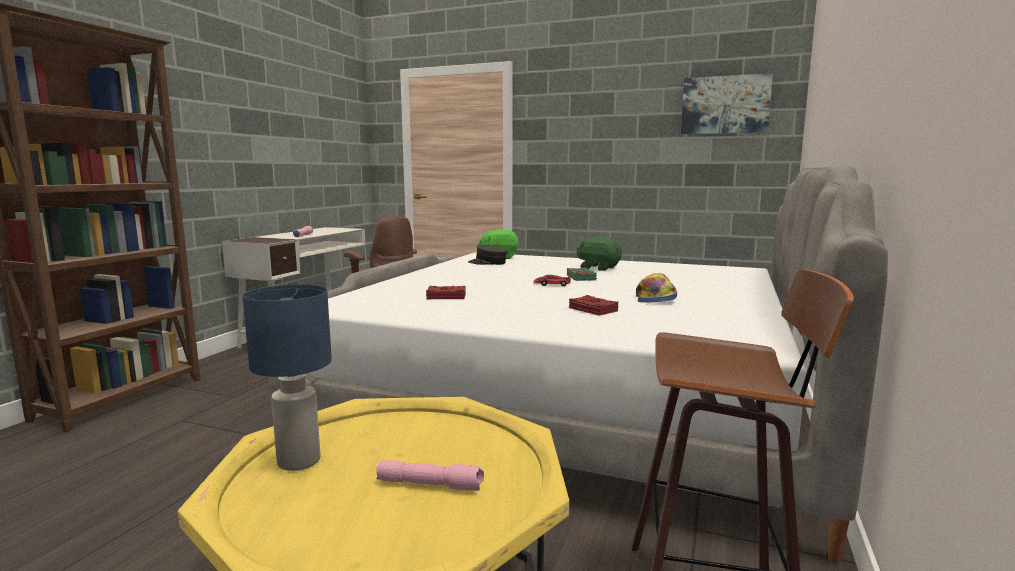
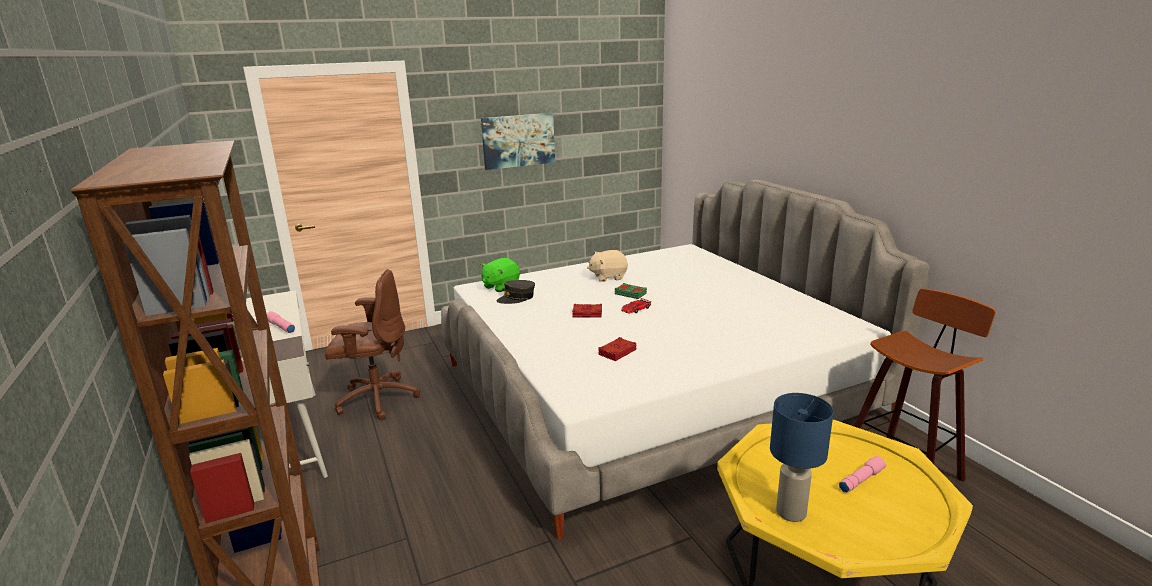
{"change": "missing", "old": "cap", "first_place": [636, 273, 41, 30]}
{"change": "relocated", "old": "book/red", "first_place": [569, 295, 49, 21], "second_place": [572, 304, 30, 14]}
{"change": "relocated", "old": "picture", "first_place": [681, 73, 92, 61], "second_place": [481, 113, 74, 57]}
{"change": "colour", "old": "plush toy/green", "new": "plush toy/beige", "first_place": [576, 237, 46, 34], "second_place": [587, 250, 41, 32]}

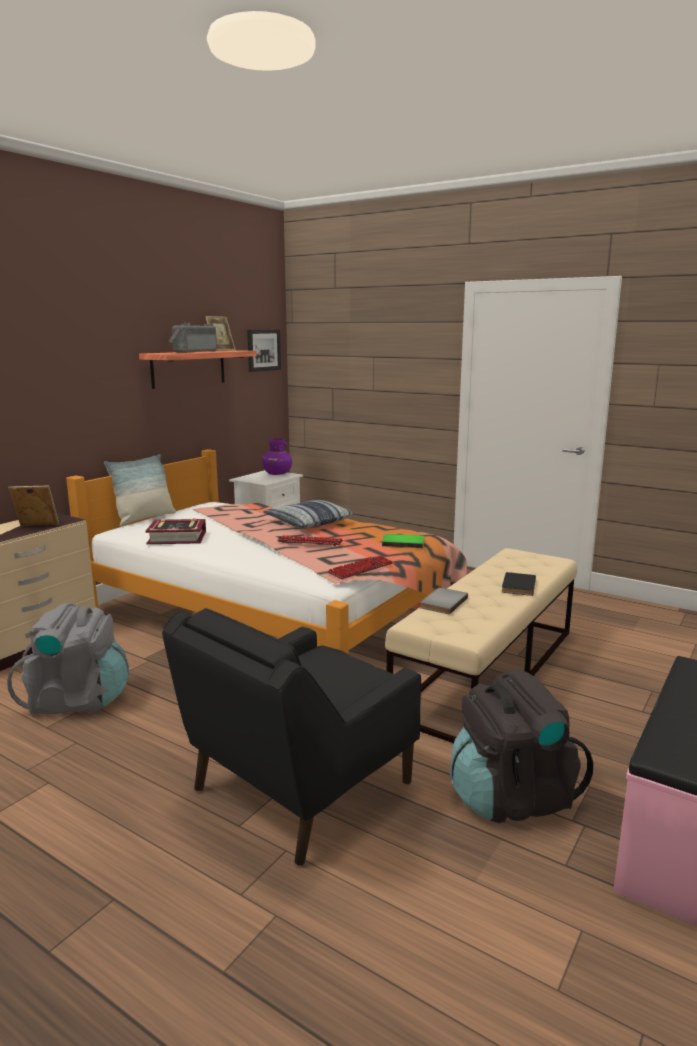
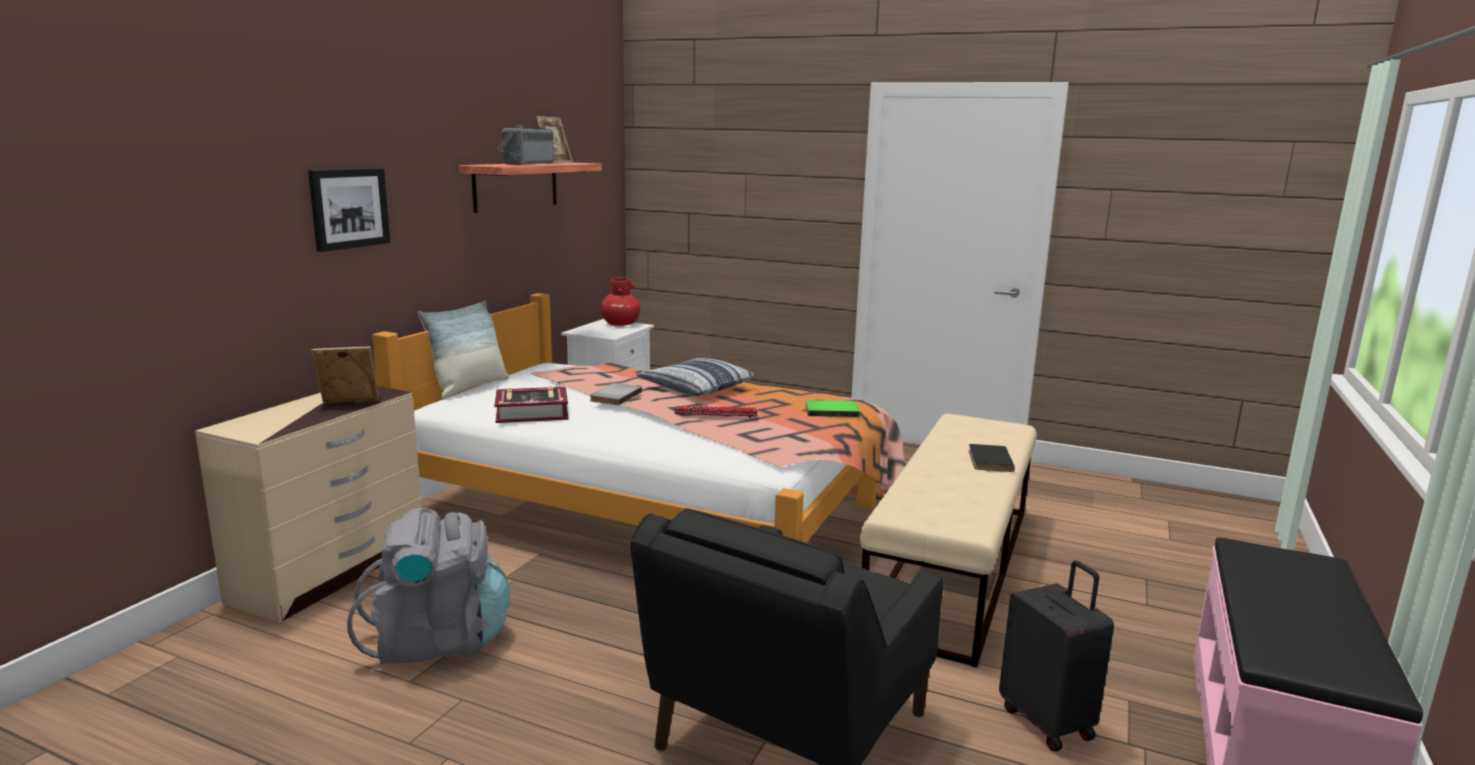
{"change": "missing", "old": "keyboard", "first_place": [328, 556, 65, 23]}
{"change": "relocated", "old": "picture", "first_place": [247, 329, 34, 43], "second_place": [308, 168, 83, 84]}
{"change": "relocated", "old": "book/grey", "first_place": [420, 588, 48, 27], "second_place": [590, 383, 52, 22]}
{"change": "exchanged", "old": "backpack/black", "new": "suitcase/black", "first_place": [450, 670, 143, 153], "second_place": [999, 560, 115, 192]}
{"change": "colour", "old": "vase/purple", "new": "vase/red", "first_place": [262, 438, 30, 37], "second_place": [601, 277, 39, 49]}

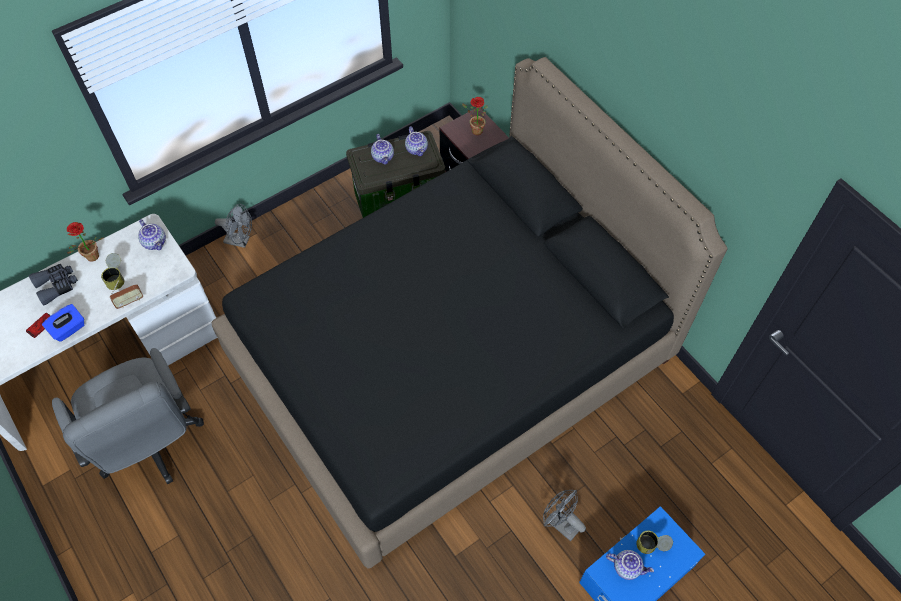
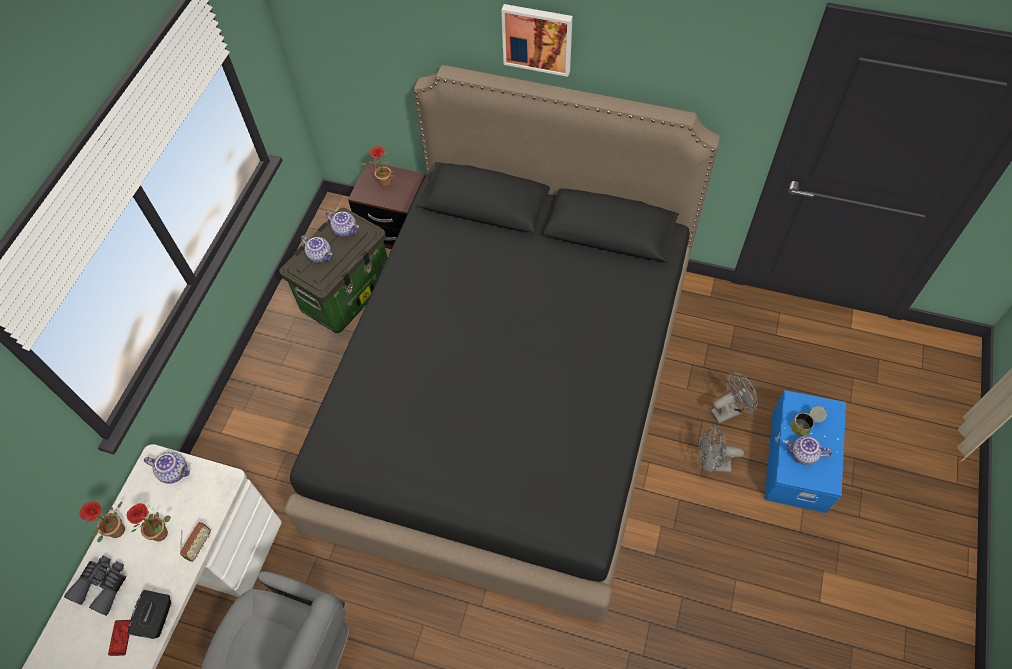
{"change": "appeared", "new": "picture", "second_place": [501, 4, 72, 73]}
{"change": "relocated", "old": "fan/grey", "first_place": [215, 204, 37, 44], "second_place": [710, 371, 48, 53]}
{"change": "exchanged", "old": "can", "new": "potted plant", "first_place": [101, 253, 23, 37], "second_place": [127, 503, 44, 38]}
{"change": "colour", "old": "tissue box/blue", "new": "tissue box/black", "first_place": [42, 304, 42, 38], "second_place": [128, 590, 43, 49]}
{"change": "spun", "old": "teapot", "first_place": [606, 550, 48, 30], "second_place": [785, 436, 47, 29], "degrees": -150}

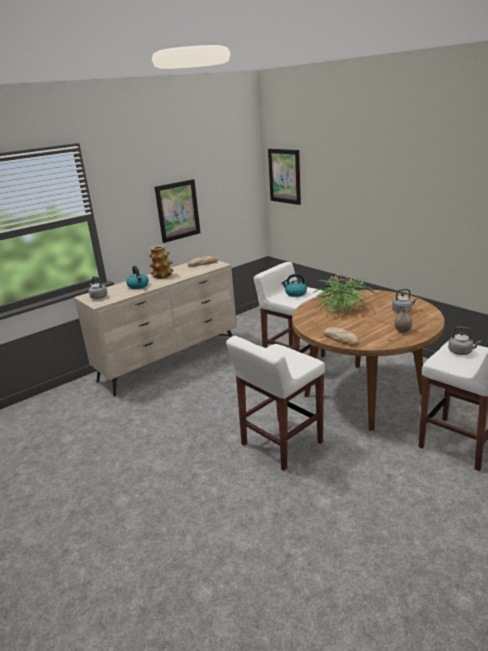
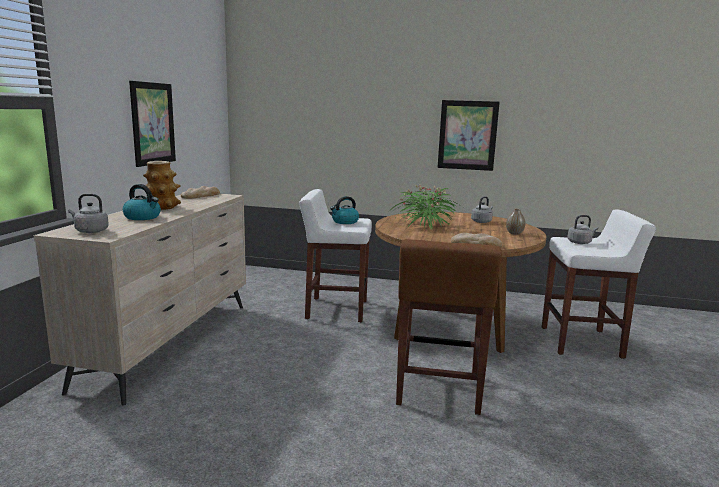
{"change": "relocated", "old": "picture", "first_place": [268, 149, 33, 56], "second_place": [438, 100, 62, 71]}
{"change": "colour", "old": "stool/white", "new": "stool/brown", "first_place": [226, 336, 99, 134], "second_place": [396, 239, 106, 176]}

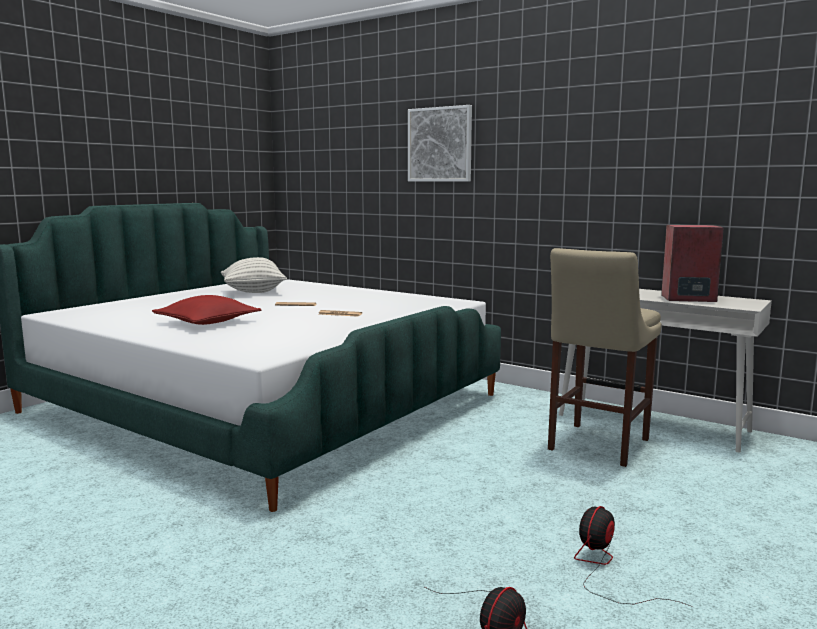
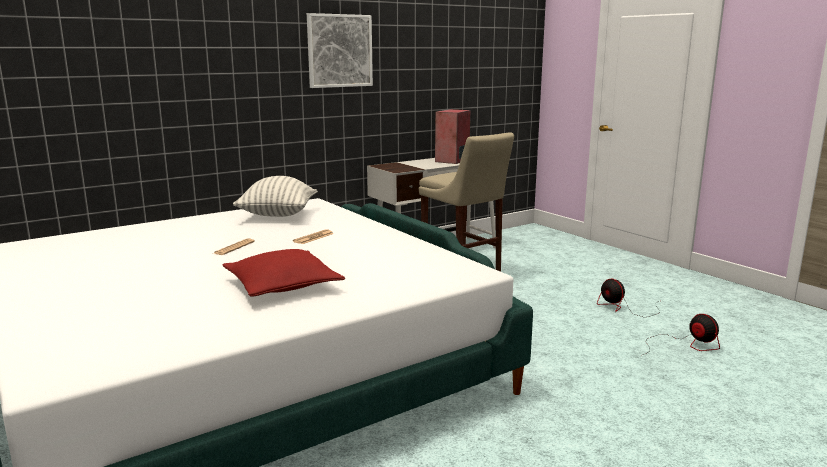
{"change": "relocated", "old": "pillow", "first_place": [221, 257, 66, 36], "second_place": [233, 176, 85, 41]}
{"change": "relocated", "old": "picture", "first_place": [408, 105, 64, 76], "second_place": [307, 13, 66, 75]}

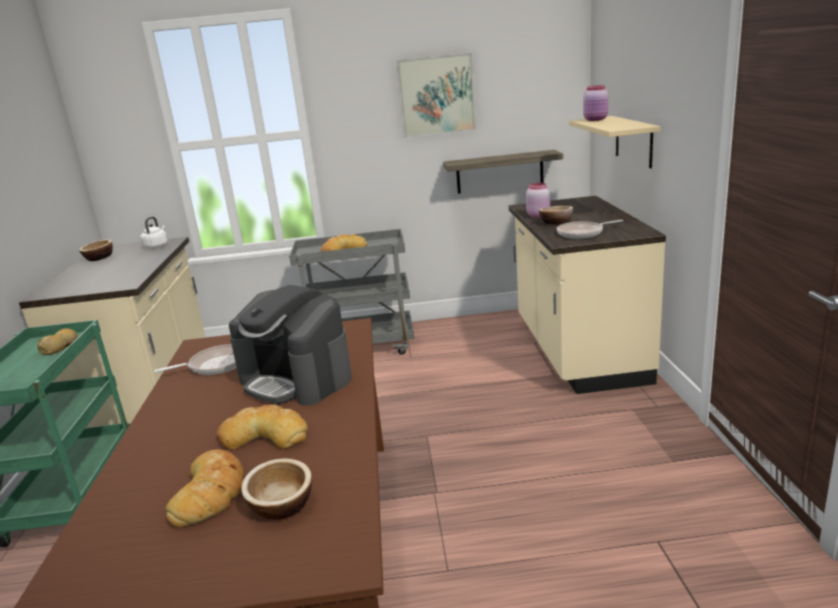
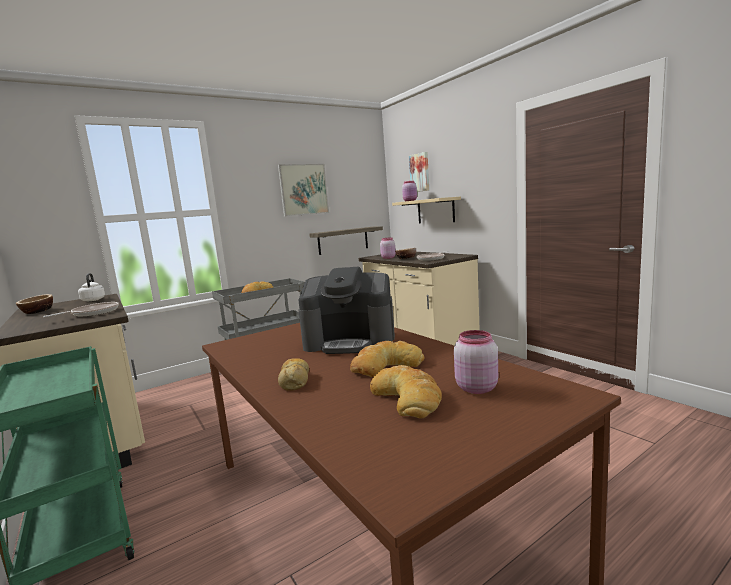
{"change": "appeared", "new": "picture", "second_place": [409, 152, 20, 40]}
{"change": "relocated", "old": "bread", "first_place": [37, 328, 41, 27], "second_place": [278, 358, 31, 33]}
{"change": "relocated", "old": "frying pan", "first_place": [154, 344, 83, 31], "second_place": [43, 302, 76, 15]}
{"change": "exchanged", "old": "bowl", "new": "jar/pink", "first_place": [241, 458, 71, 62], "second_place": [454, 330, 44, 64]}

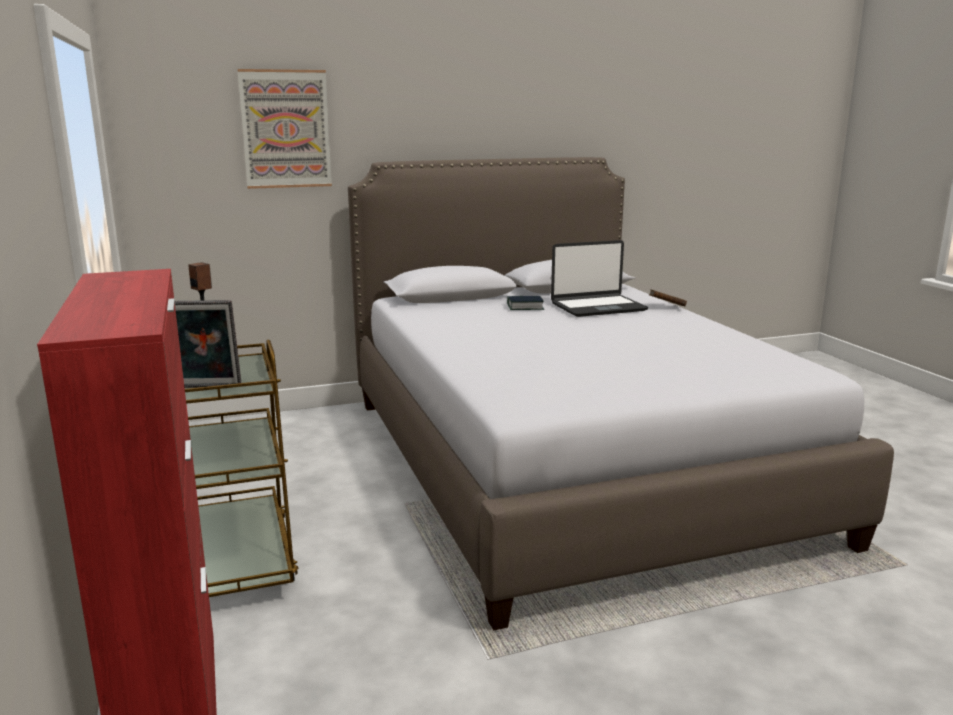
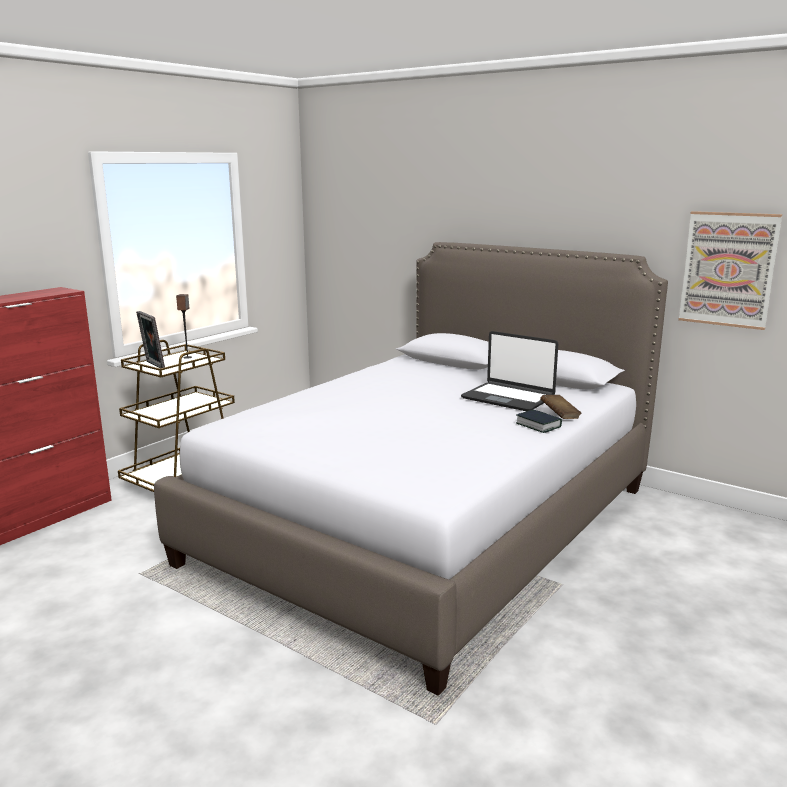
{"change": "relocated", "old": "picture", "first_place": [237, 69, 95, 120], "second_place": [678, 211, 104, 119]}
{"change": "relocated", "old": "book", "first_place": [507, 296, 37, 14], "second_place": [516, 409, 46, 24]}

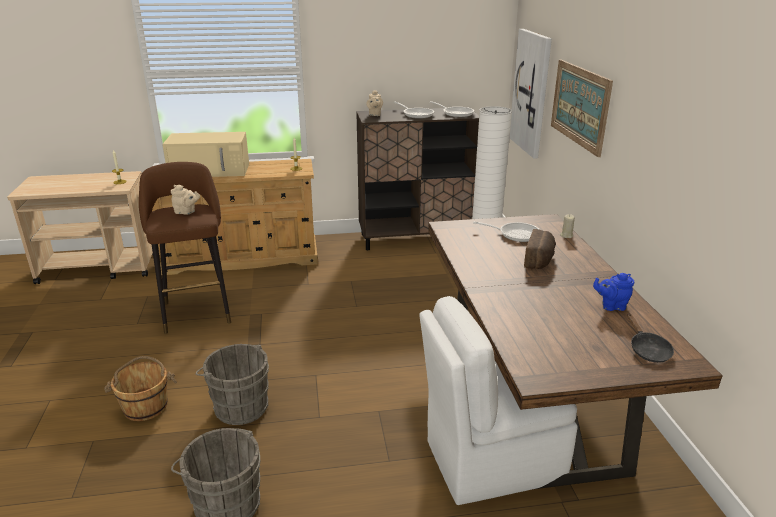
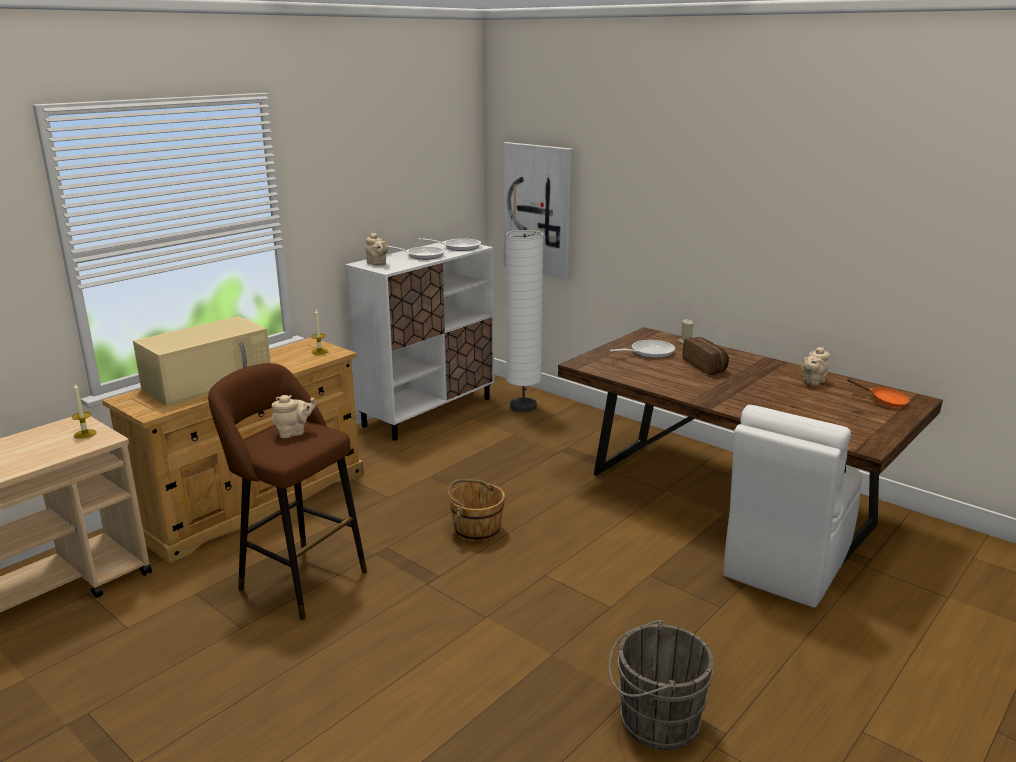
{"change": "missing", "old": "bucket/grey", "first_place": [196, 344, 73, 81]}
{"change": "missing", "old": "picture", "first_place": [551, 60, 62, 97]}
{"change": "relocated", "old": "bucket/brown", "first_place": [104, 356, 73, 65], "second_place": [447, 479, 58, 63]}
{"change": "colour", "old": "cabinet/brown", "new": "cabinet/white", "first_place": [356, 107, 123, 143], "second_place": [345, 239, 149, 202]}
{"change": "colour", "old": "teapot/blue", "new": "teapot/beige", "first_place": [593, 273, 41, 38], "second_place": [801, 347, 29, 38]}
{"change": "colour", "old": "frying pan/black", "new": "frying pan/orange", "first_place": [627, 313, 47, 50], "second_place": [847, 378, 63, 29]}

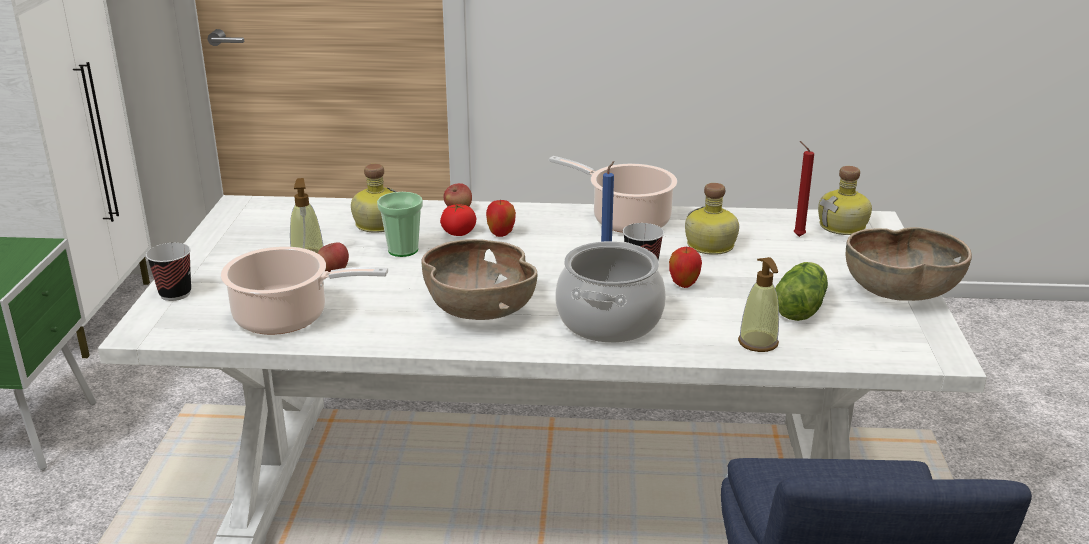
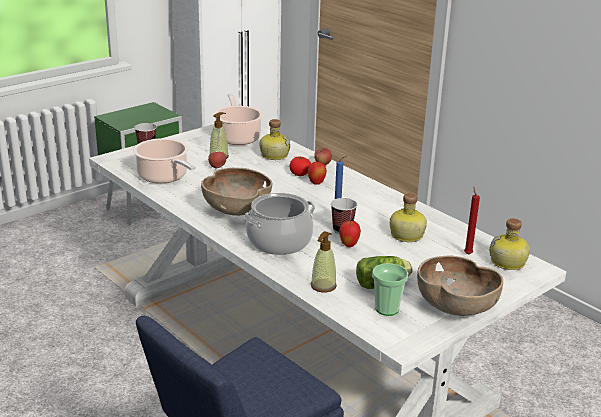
{"change": "relocated", "old": "cup", "first_place": [377, 192, 46, 65], "second_place": [372, 263, 36, 53]}
{"change": "relocated", "old": "cooking pot", "first_place": [549, 156, 128, 77], "second_place": [214, 93, 49, 52]}

